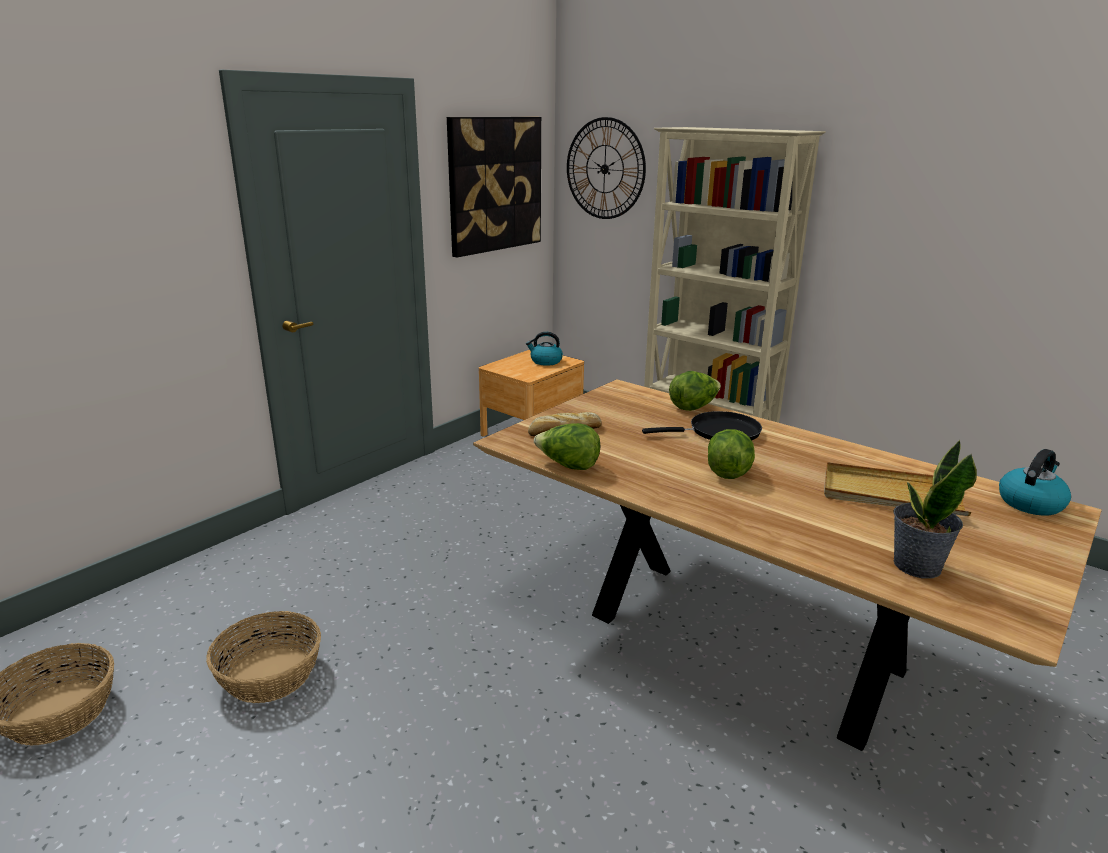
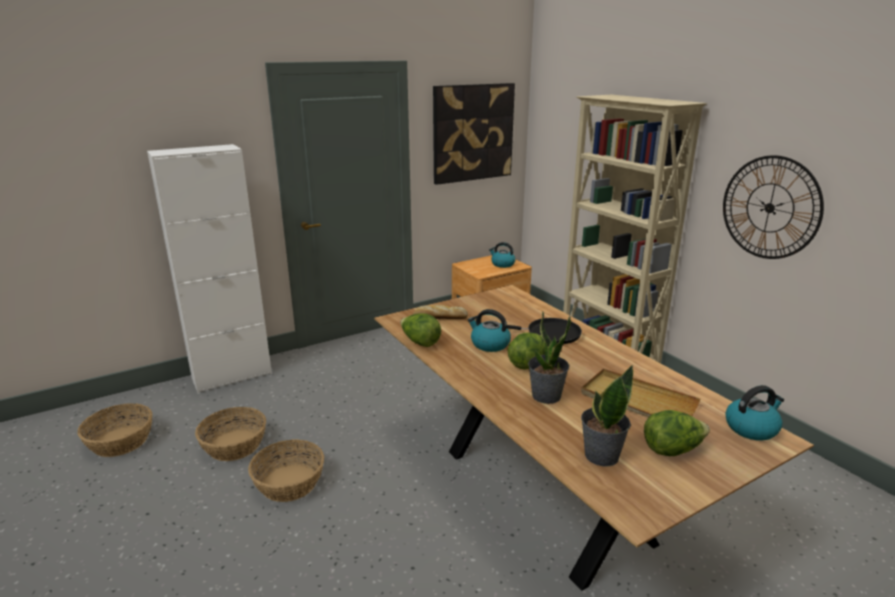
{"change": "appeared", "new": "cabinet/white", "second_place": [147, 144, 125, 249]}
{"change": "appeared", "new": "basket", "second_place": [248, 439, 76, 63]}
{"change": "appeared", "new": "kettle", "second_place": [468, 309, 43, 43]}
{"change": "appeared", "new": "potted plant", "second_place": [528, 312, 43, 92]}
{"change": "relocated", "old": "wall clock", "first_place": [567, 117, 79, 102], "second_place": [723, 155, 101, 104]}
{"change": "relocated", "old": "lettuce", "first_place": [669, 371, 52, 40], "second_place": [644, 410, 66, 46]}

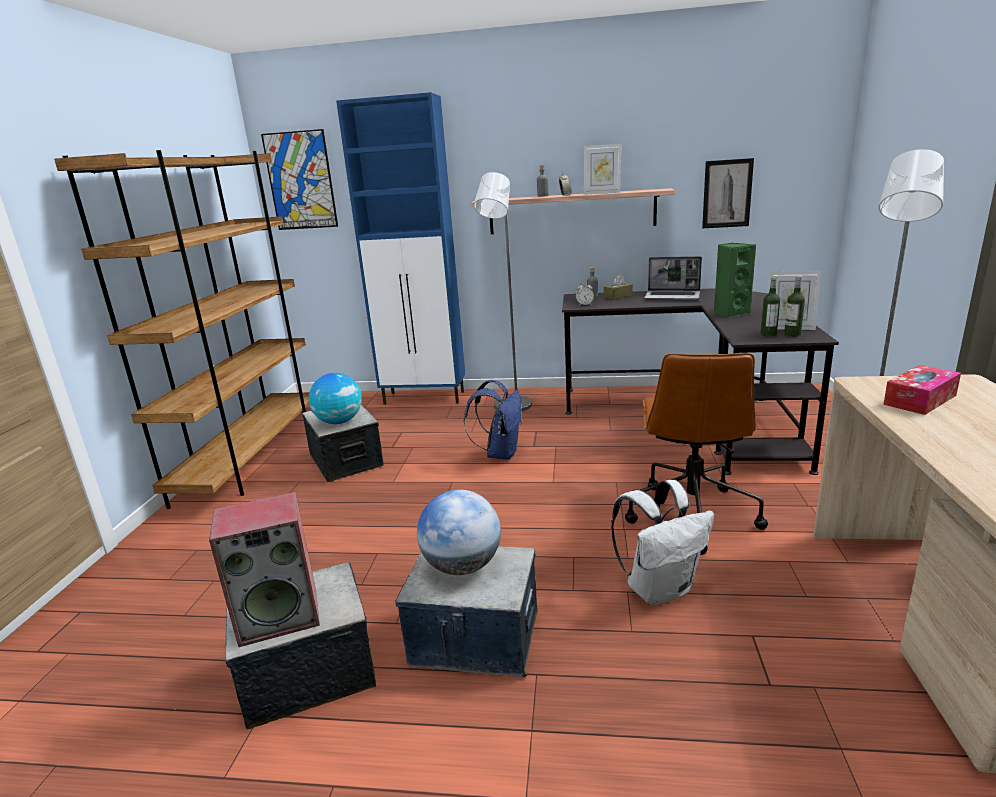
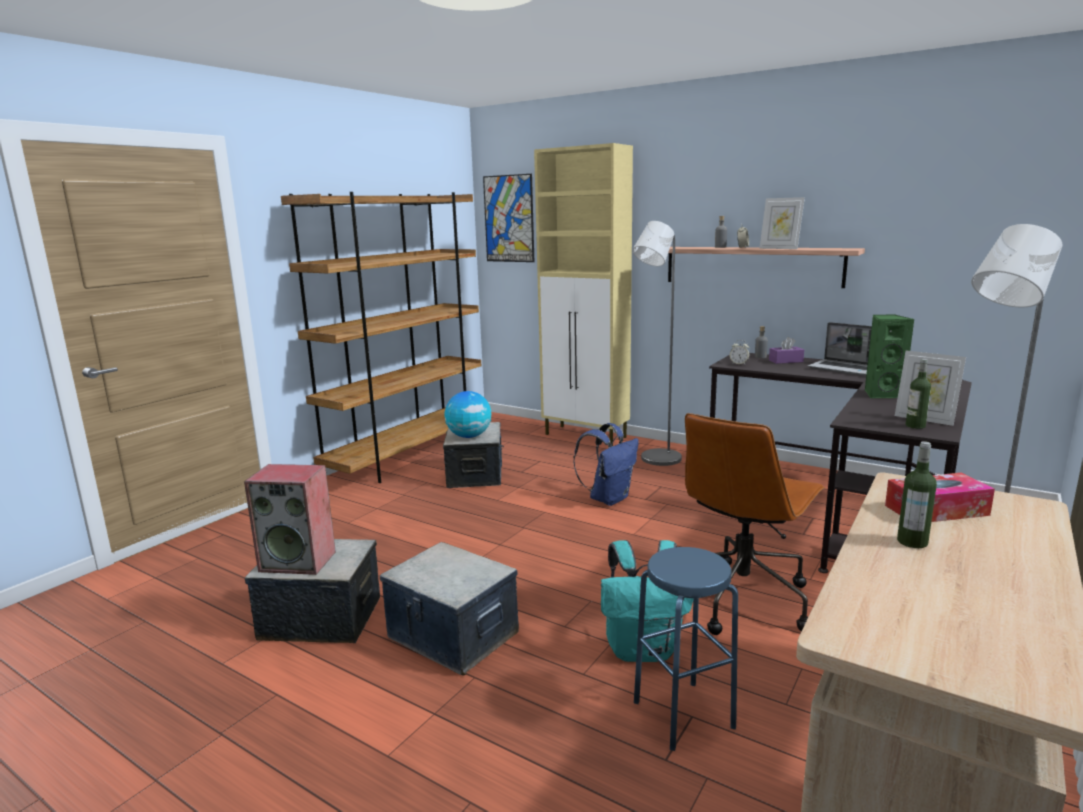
{"change": "missing", "old": "globe", "first_place": [417, 490, 84, 85]}
{"change": "missing", "old": "picture", "first_place": [702, 158, 52, 70]}
{"change": "appeared", "new": "stool/blue", "second_place": [634, 547, 104, 204]}
{"change": "relocated", "old": "bottle", "first_place": [761, 277, 19, 60], "second_place": [897, 441, 40, 107]}
{"change": "colour", "old": "cabinet/blue", "new": "cabinet/beige", "first_place": [336, 92, 129, 313], "second_place": [534, 143, 99, 303]}
{"change": "colour", "old": "tissue box/brown", "new": "tissue box/purple", "first_place": [604, 274, 29, 26], "second_place": [769, 337, 35, 27]}
{"change": "colour", "old": "backpack/white", "new": "backpack/turquoise", "first_place": [611, 480, 103, 125], "second_place": [601, 540, 92, 122]}

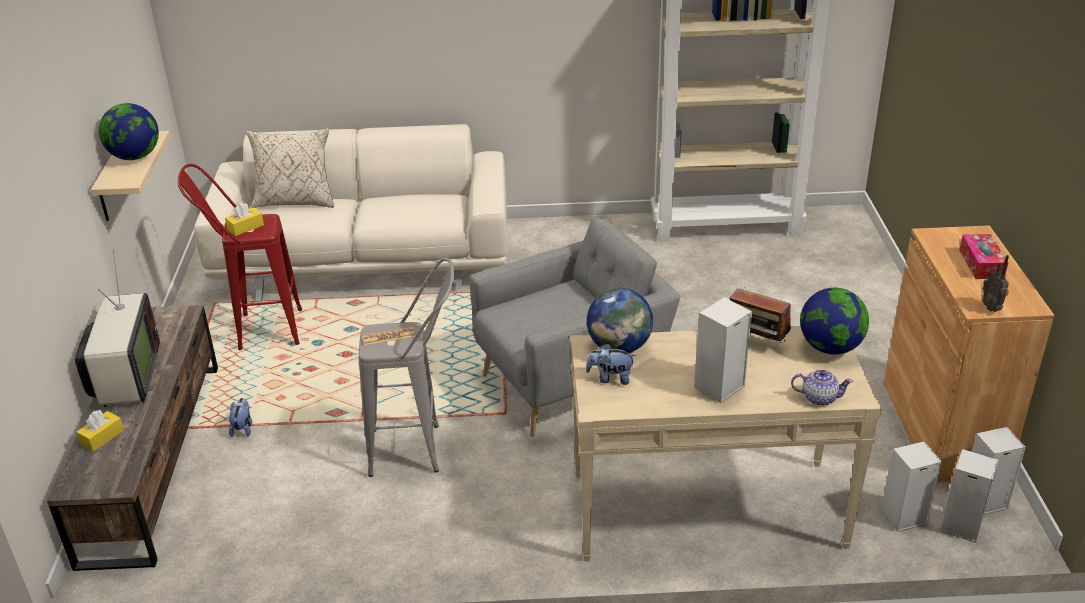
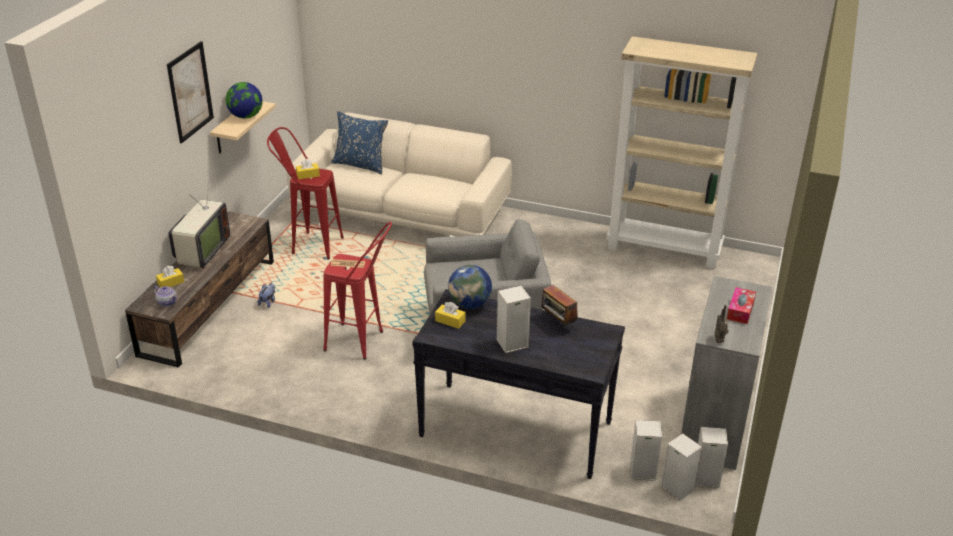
{"change": "missing", "old": "globe", "first_place": [800, 288, 69, 67]}
{"change": "appeared", "new": "picture", "second_place": [167, 41, 47, 102]}
{"change": "relocated", "old": "teapot", "first_place": [791, 369, 62, 37], "second_place": [153, 286, 24, 21]}
{"change": "exchanged", "old": "plush toy", "new": "tissue box/yellow", "first_place": [586, 343, 50, 42], "second_place": [435, 302, 31, 27]}
{"change": "colour", "old": "pillow/beige", "new": "pillow/blue", "first_place": [246, 128, 88, 80], "second_place": [331, 111, 57, 63]}
{"change": "colour", "old": "stool/grey", "new": "stool/red", "first_place": [359, 258, 95, 219], "second_place": [323, 222, 69, 138]}
{"change": "colour", "old": "console table/beige", "new": "console table/black", "first_place": [569, 326, 312, 235], "second_place": [412, 289, 213, 190]}
{"change": "colour", "old": "cabinet/brown", "new": "cabinet/grey", "first_place": [883, 225, 171, 257], "second_place": [681, 276, 91, 194]}

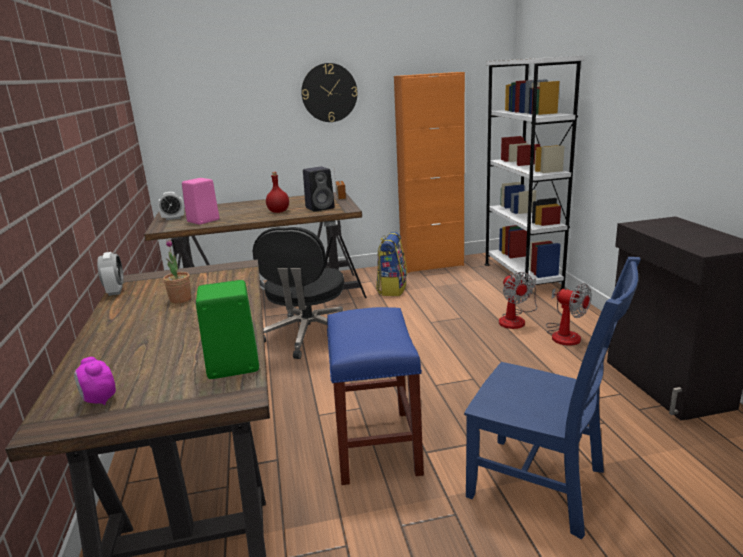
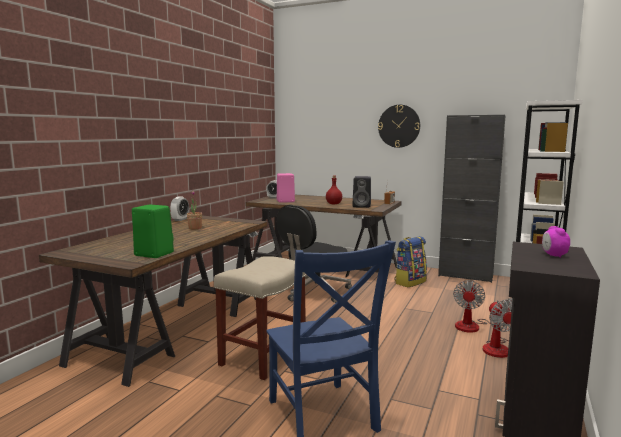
{"change": "relocated", "old": "alarm clock", "first_place": [74, 357, 42, 48], "second_place": [542, 226, 28, 32]}
{"change": "colour", "old": "stool/blue", "new": "stool/beige", "first_place": [327, 307, 97, 178], "second_place": [214, 256, 92, 124]}
{"change": "colour", "old": "cabinet/orange", "new": "cabinet/black", "first_place": [394, 72, 71, 201], "second_place": [438, 115, 68, 168]}

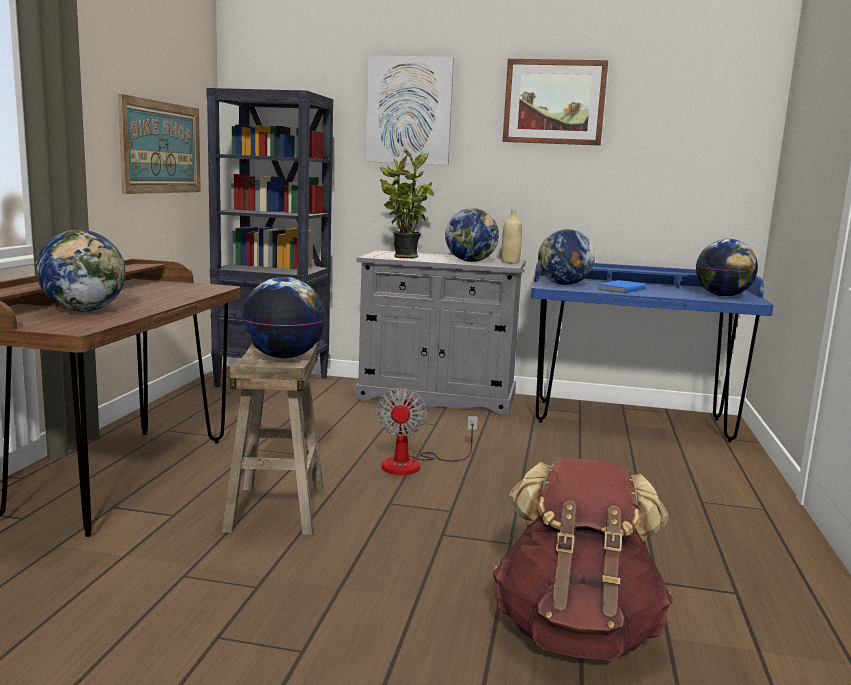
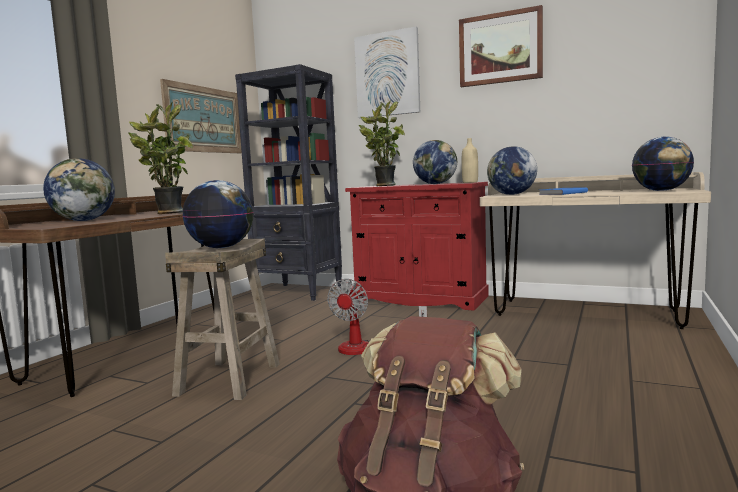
{"change": "appeared", "new": "potted plant", "second_place": [128, 103, 65, 111]}
{"change": "colour", "old": "cabinet/grey", "new": "cabinet/red", "first_place": [355, 250, 171, 165], "second_place": [345, 182, 144, 129]}
{"change": "colour", "old": "desk/blue", "new": "desk/beige", "first_place": [531, 261, 243, 181], "second_place": [480, 172, 231, 157]}

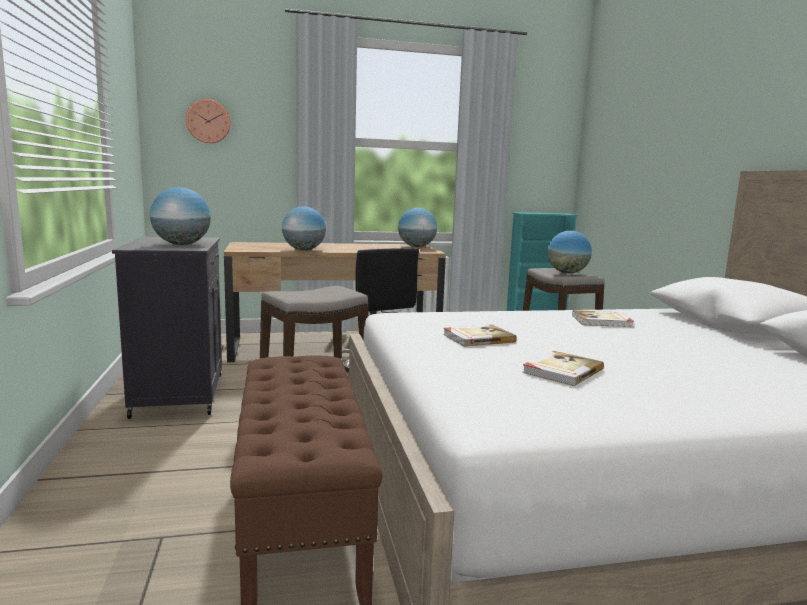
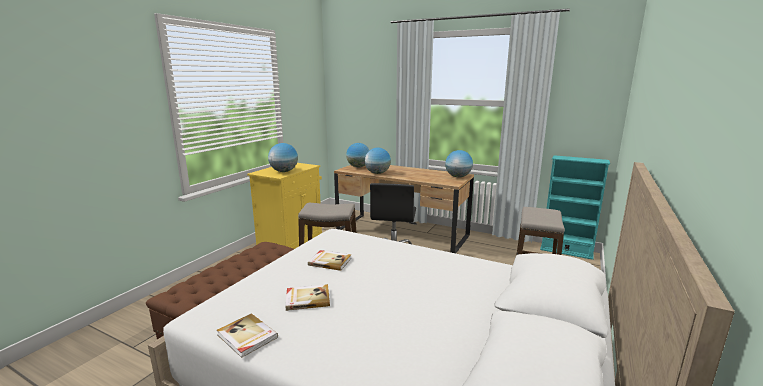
{"change": "missing", "old": "wall clock", "first_place": [186, 99, 45, 44]}
{"change": "relocated", "old": "globe", "first_place": [547, 231, 45, 42], "second_place": [346, 143, 23, 24]}
{"change": "relocated", "old": "book", "first_place": [572, 310, 61, 17], "second_place": [217, 313, 61, 45]}
{"change": "colour", "old": "cabinet/black", "new": "cabinet/yellow", "first_place": [112, 237, 110, 182], "second_place": [247, 163, 75, 86]}

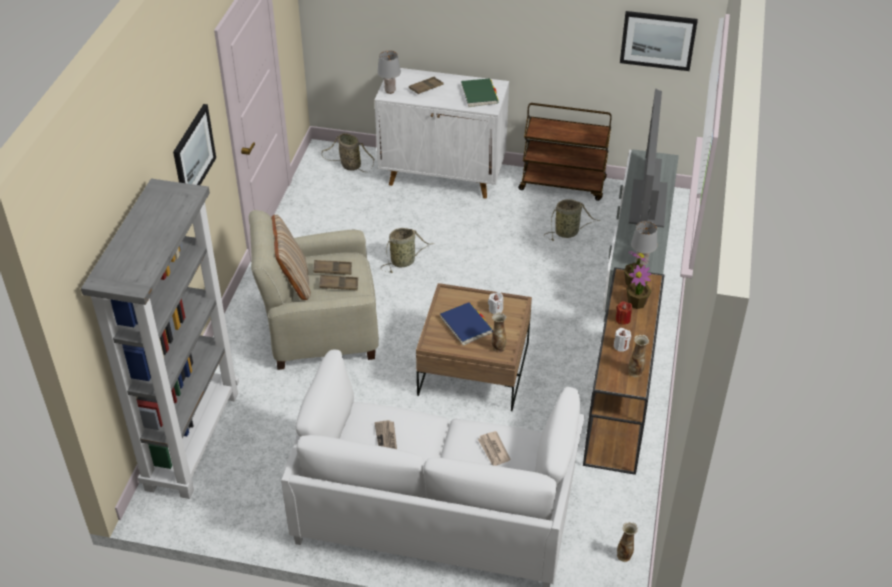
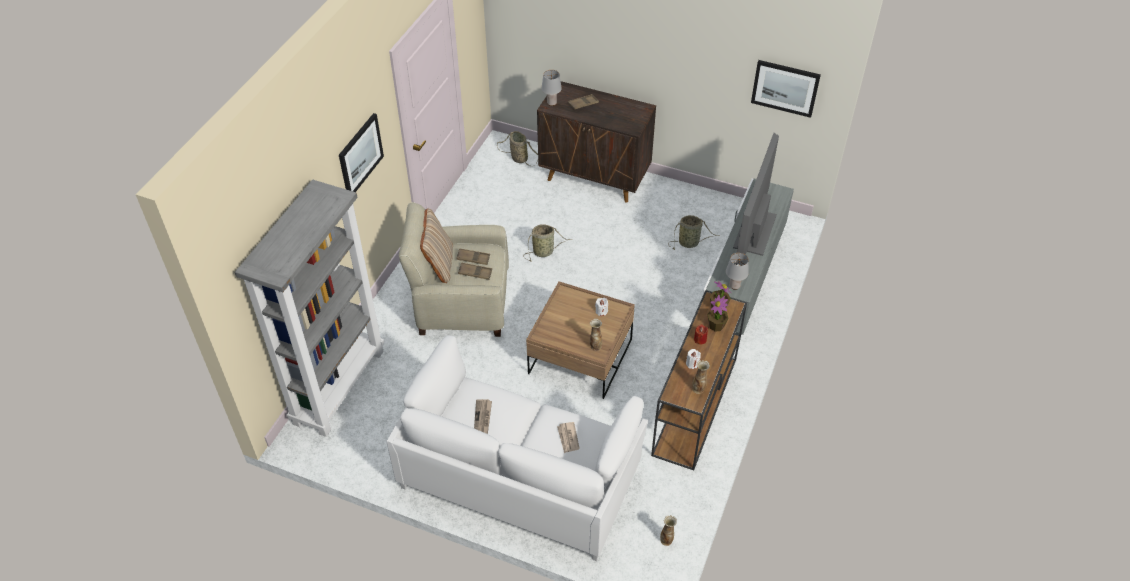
{"change": "missing", "old": "book/blue", "first_place": [440, 302, 53, 44]}
{"change": "missing", "old": "book/green", "first_place": [461, 78, 38, 29]}
{"change": "missing", "old": "cart/brown", "first_place": [518, 103, 94, 98]}
{"change": "colour", "old": "cabinet/white", "new": "cabinet/brown", "first_place": [375, 68, 134, 131], "second_place": [537, 81, 119, 122]}

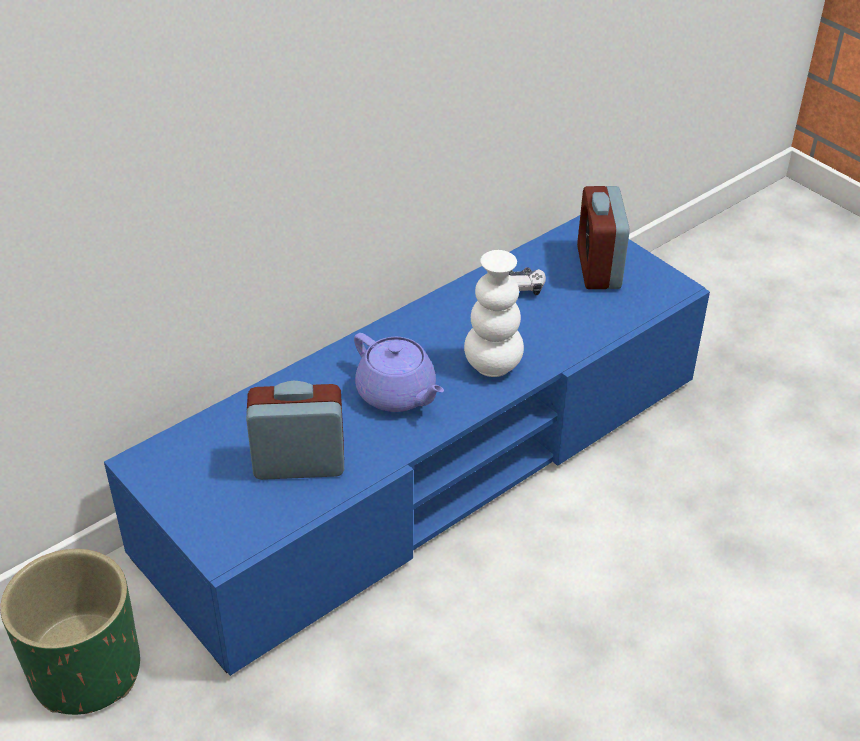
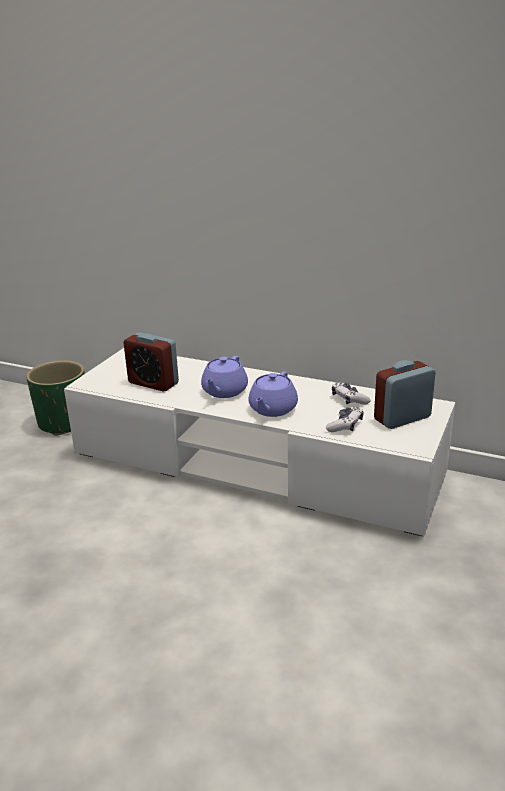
{"change": "appeared", "new": "game controller", "second_place": [326, 407, 37, 25]}
{"change": "exchanged", "old": "vase/white", "new": "teapot/purple", "first_place": [464, 250, 60, 127], "second_place": [249, 371, 49, 46]}
{"change": "colour", "old": "tv stand/blue", "new": "tv stand/white", "first_place": [104, 215, 606, 461], "second_place": [64, 348, 391, 188]}
{"change": "spun", "old": "alarm clock", "first_place": [246, 380, 98, 100], "second_place": [123, 332, 56, 60], "degrees": 150}

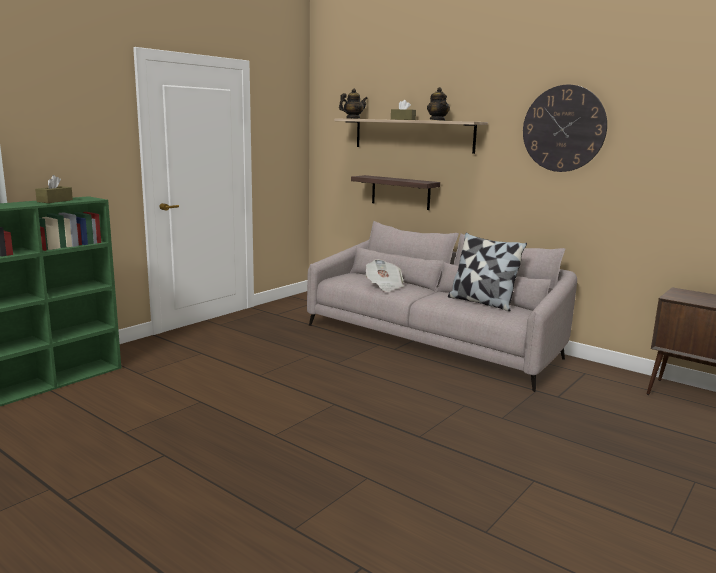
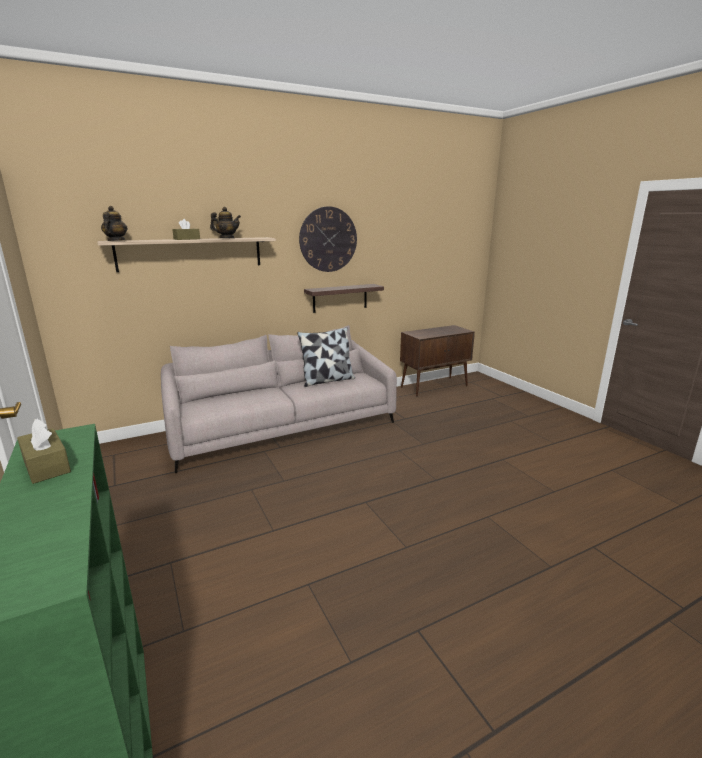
{"change": "missing", "old": "newspaper", "first_place": [365, 259, 39, 33]}
{"change": "relocated", "old": "shelf", "first_place": [351, 175, 89, 35], "second_place": [304, 284, 80, 29]}

